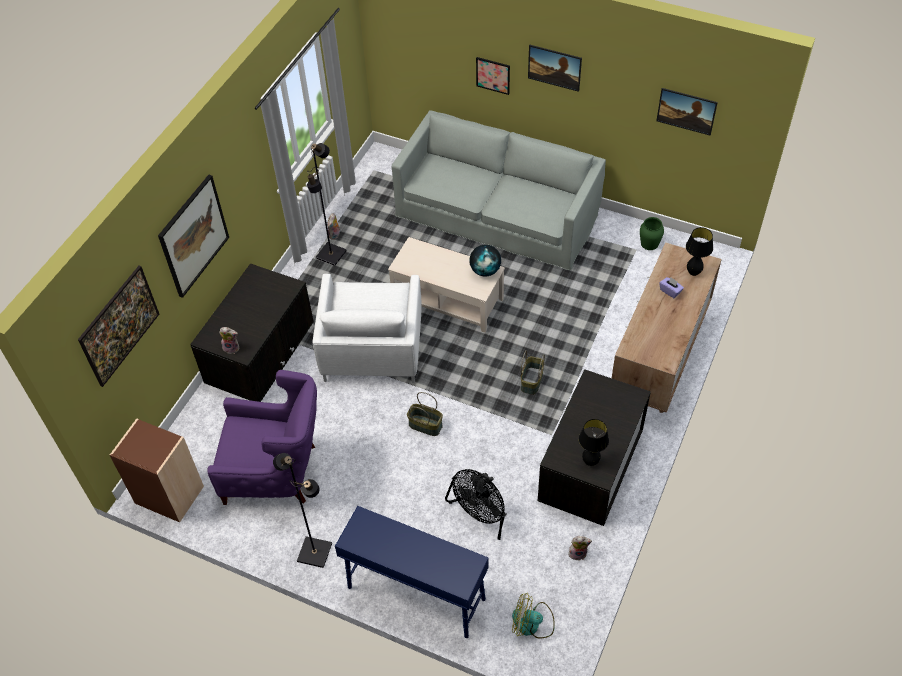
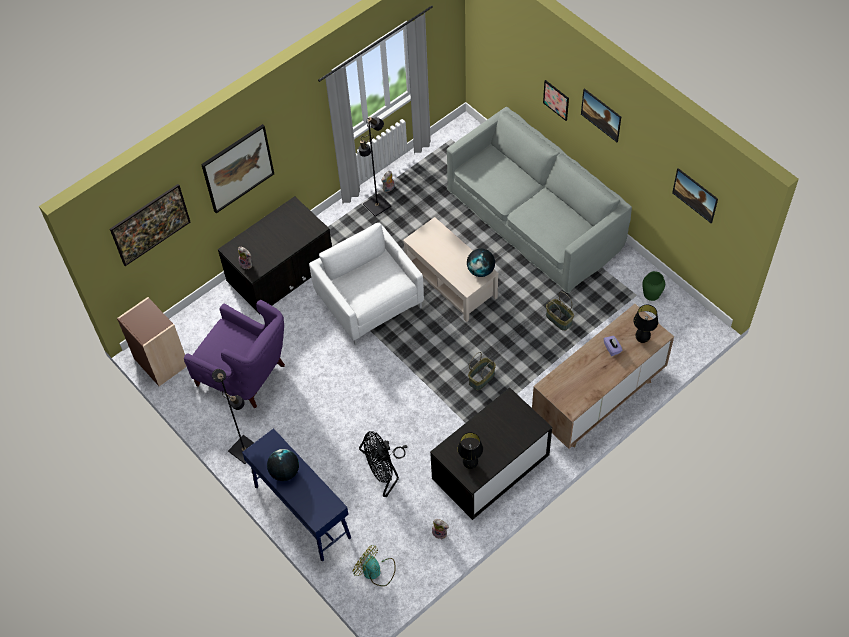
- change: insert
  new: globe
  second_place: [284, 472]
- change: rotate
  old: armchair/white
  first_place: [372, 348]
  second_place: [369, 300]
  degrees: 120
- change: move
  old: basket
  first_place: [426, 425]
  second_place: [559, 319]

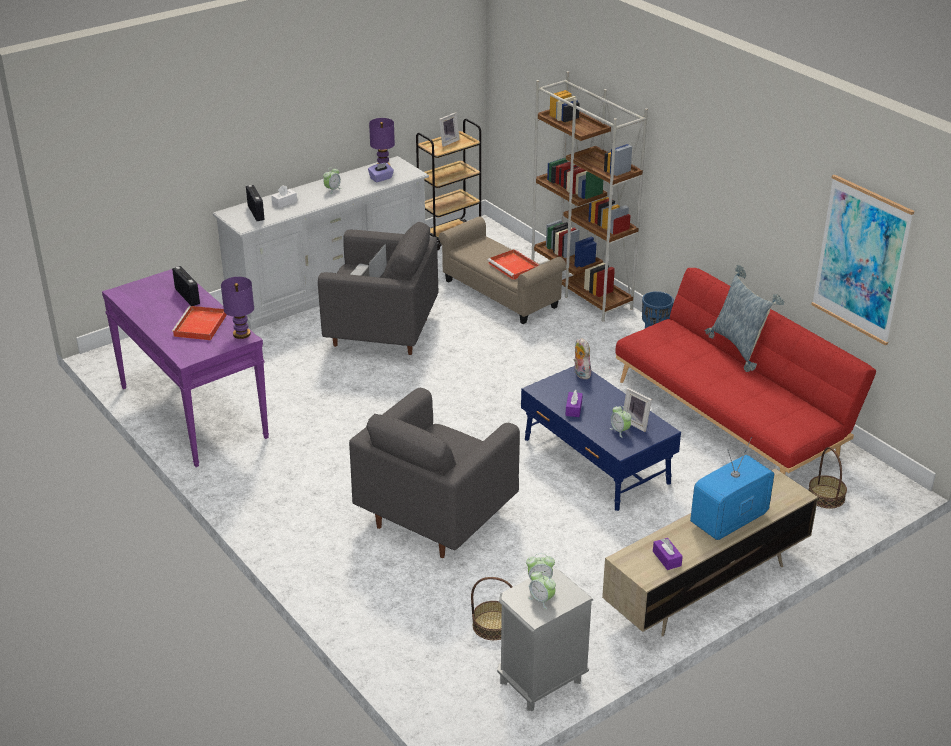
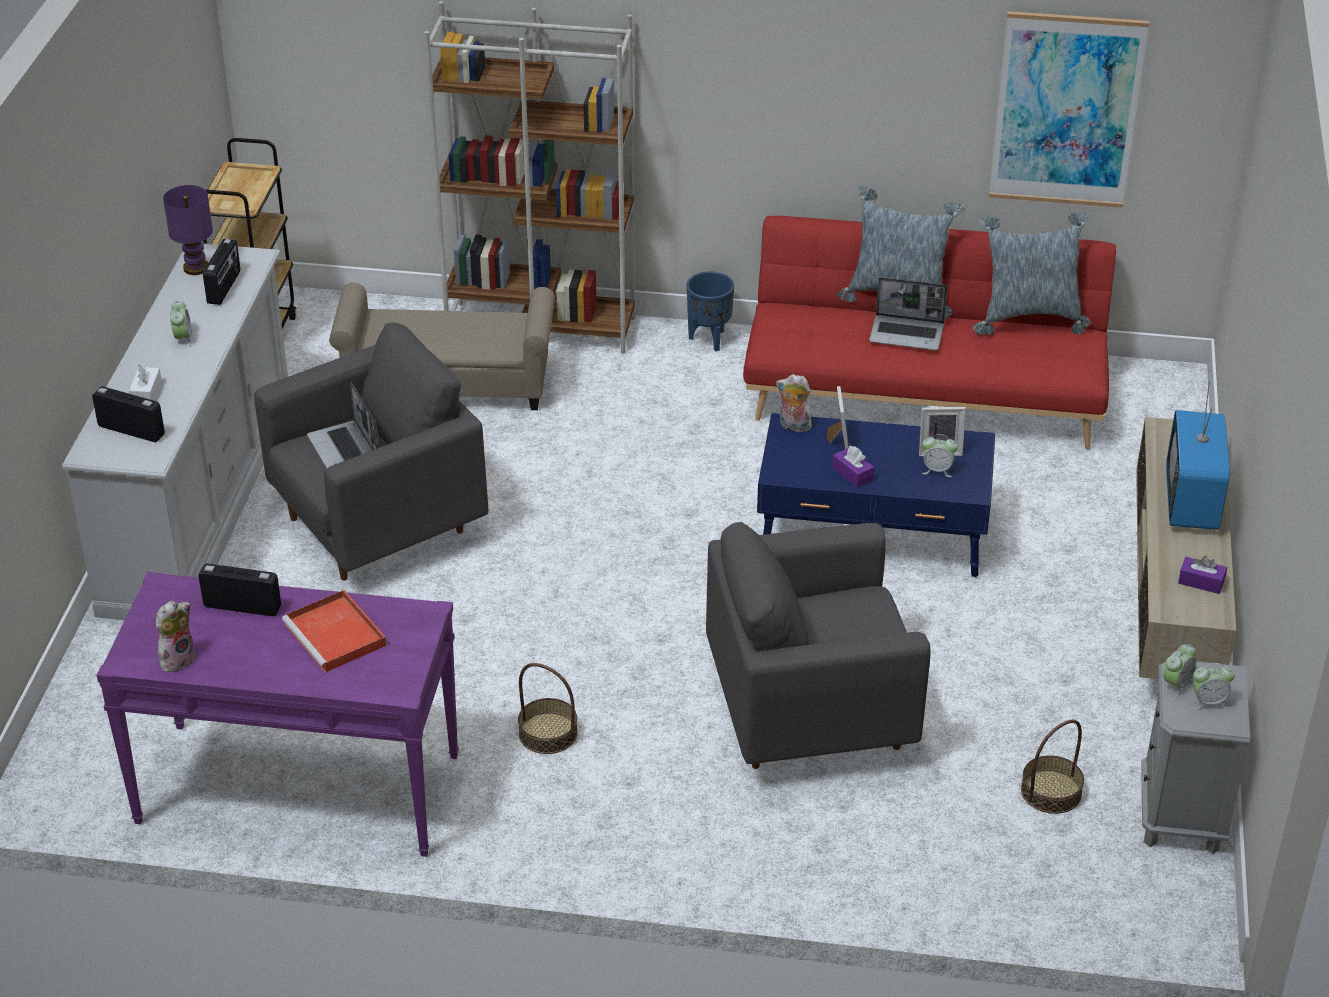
- change: insert
  new: plush toy
  second_place: [177, 659]
- change: replace
  old: tissue box/purple
  new: radio
  first_place: [381, 178]
  second_place: [224, 287]
- change: move
  old: basket
  first_place: [826, 496]
  second_place: [548, 733]
- change: rotate
  old: armchair/grey
  first_place: [436, 517]
  second_place: [809, 714]
  degrees: 90
- change: move
  old: picture frame
  first_place: [447, 142]
  second_place: [837, 441]
- change: insert
  new: laptop
  second_place: [907, 334]
- change: insert
  new: pillow
  second_place: [1026, 324]
- change: delete
  old: table lamp/purple
  first_place: [241, 334]
- change: delete
  old: tray/red
  first_place: [514, 267]

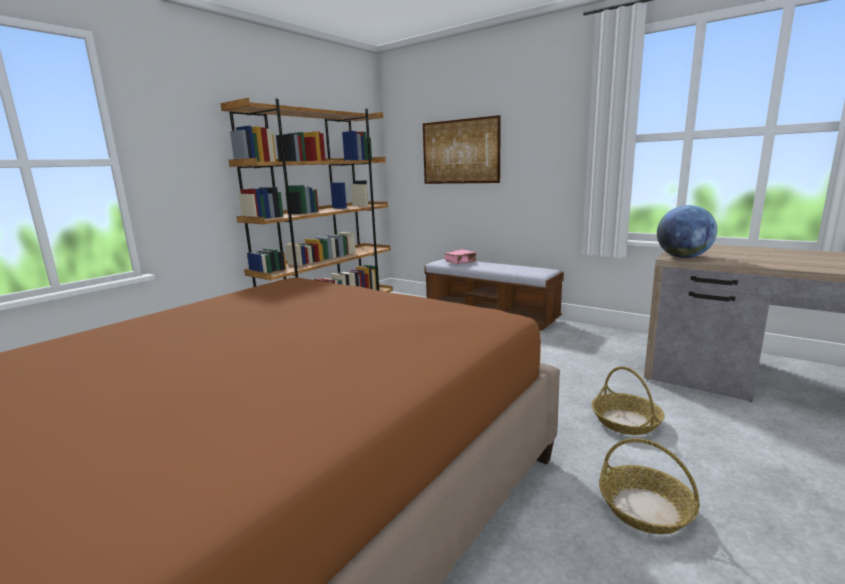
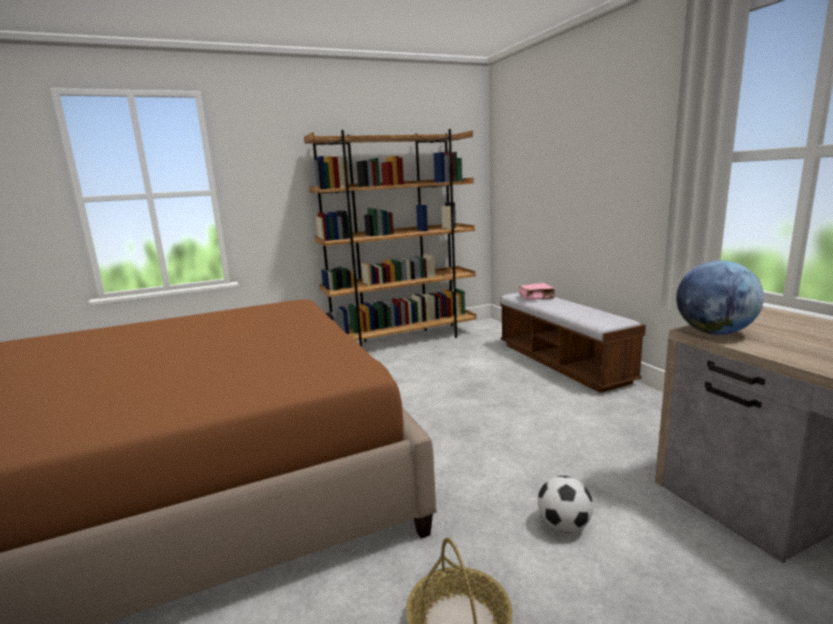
- change: replace
  old: basket
  new: football
  first_place: [626, 421]
  second_place: [564, 526]
- change: delete
  old: picture
  first_place: [460, 152]

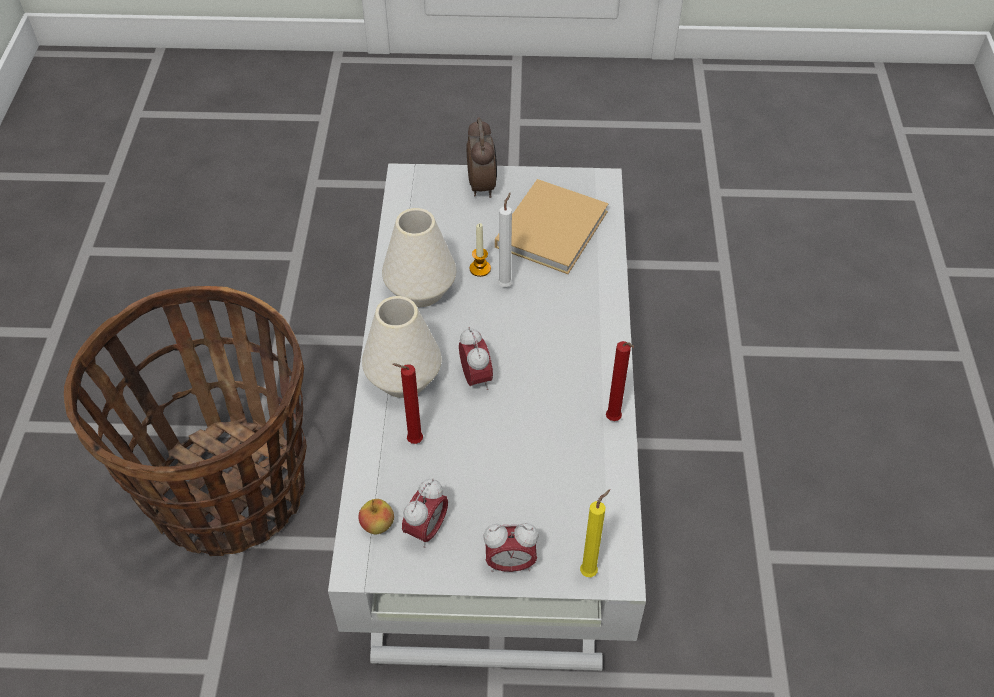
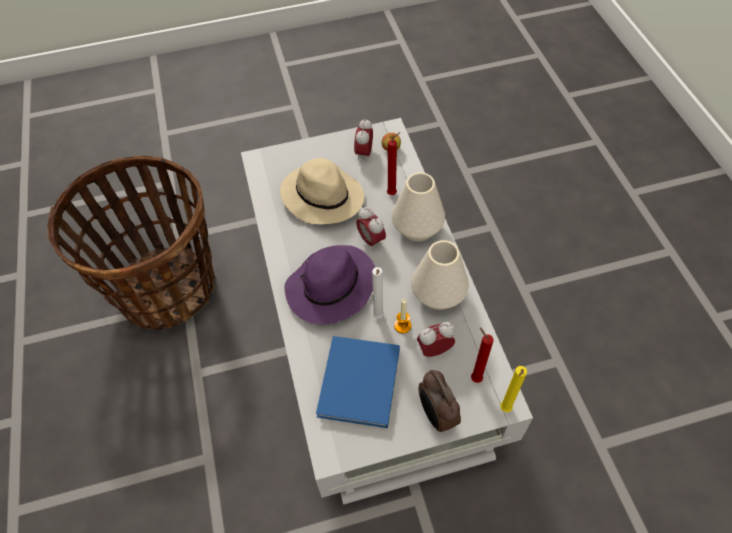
- change: move
  old: basket
  first_place: [228, 492]
  second_place: [168, 288]
- change: insert
  new: hat/beige
  second_place: [321, 196]
- change: insert
  new: hat/purple
  second_place: [331, 288]
- change: recolor
  old: book/beige
  new: book/blue
  first_place: [553, 227]
  second_place: [358, 385]
- change: move
  old: alarm clock
  first_place: [510, 563]
  second_place: [434, 349]
- change: move
  old: candle/red
  first_place: [614, 420]
  second_place: [474, 377]
- change: move
  old: candle/yellow
  first_place: [590, 571]
  second_place: [504, 410]

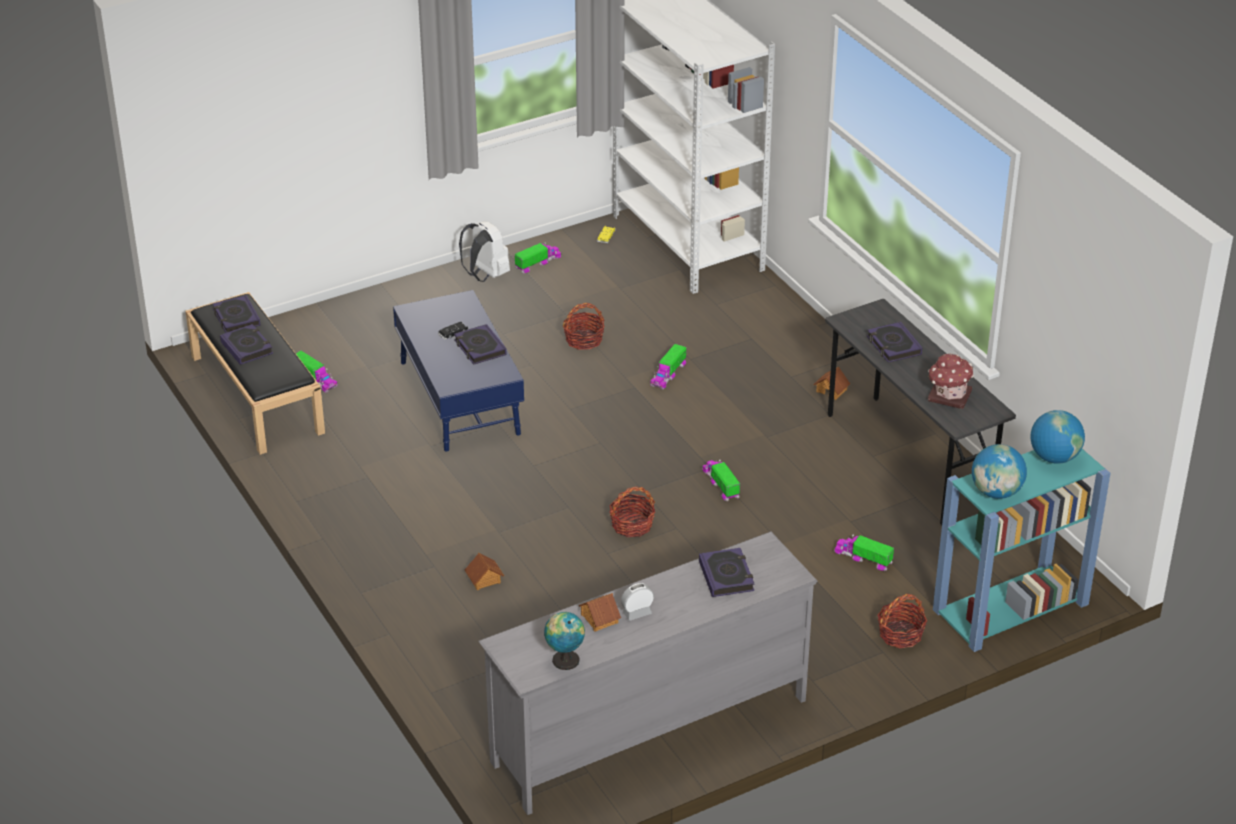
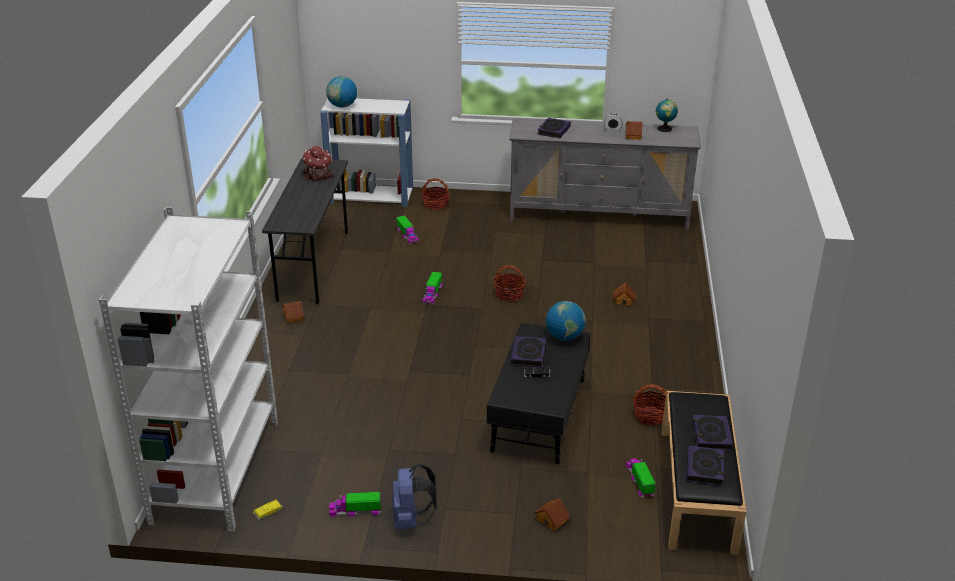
- change: recolor
  old: bookcase/turquoise
  new: bookcase/white
  first_place: [1009, 607]
  second_place: [371, 196]
- change: recolor
  old: backpack/white
  new: backpack/blue
  first_place: [485, 275]
  second_place: [411, 520]
- change: recolor
  old: coffee table/blue
  new: coffee table/black
  first_place: [459, 398]
  second_place: [539, 416]
- change: insert
  new: toy house
  second_place: [552, 520]
- change: move
  old: globe
  first_place: [996, 492]
  second_place: [564, 336]
- change: move
  old: basket
  first_place: [584, 340]
  second_place: [650, 416]
- change: delete
  old: toy truck
  first_place: [668, 374]
- change: delete
  old: book
  first_place: [893, 346]

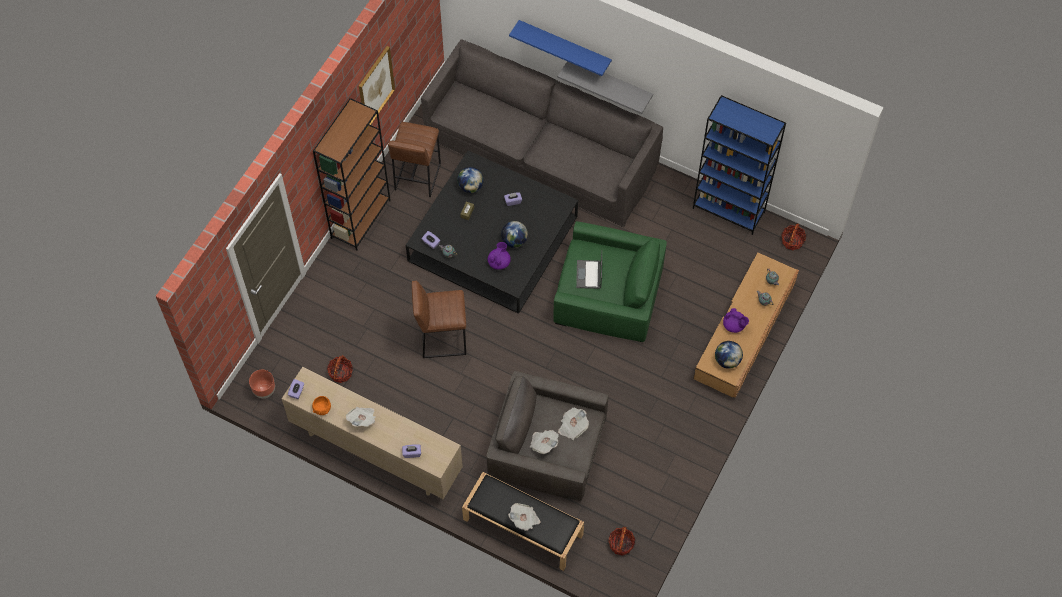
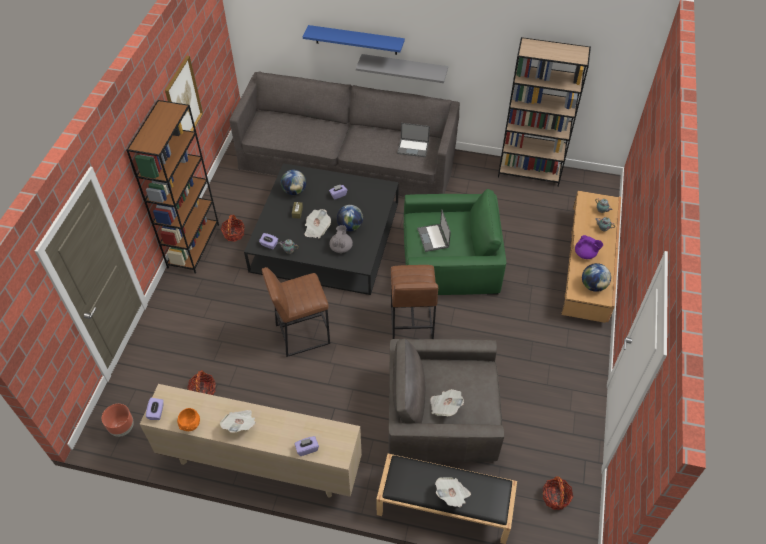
- change: move
  old: basket
  first_place: [792, 241]
  second_place: [234, 234]
- change: move
  old: newspaper
  first_place: [572, 427]
  second_place: [317, 229]
- change: recolor
  old: teapot/purple
  new: teapot/grey
  first_place: [499, 262]
  second_place: [341, 247]
- change: move
  old: stool/brown
  first_place: [417, 177]
  second_place: [411, 325]
- change: insert
  new: laptop
  second_place: [413, 147]
- change: recolor
  old: bookcase/blue
  new: bookcase/beige
  first_place: [729, 210]
  second_place: [529, 172]

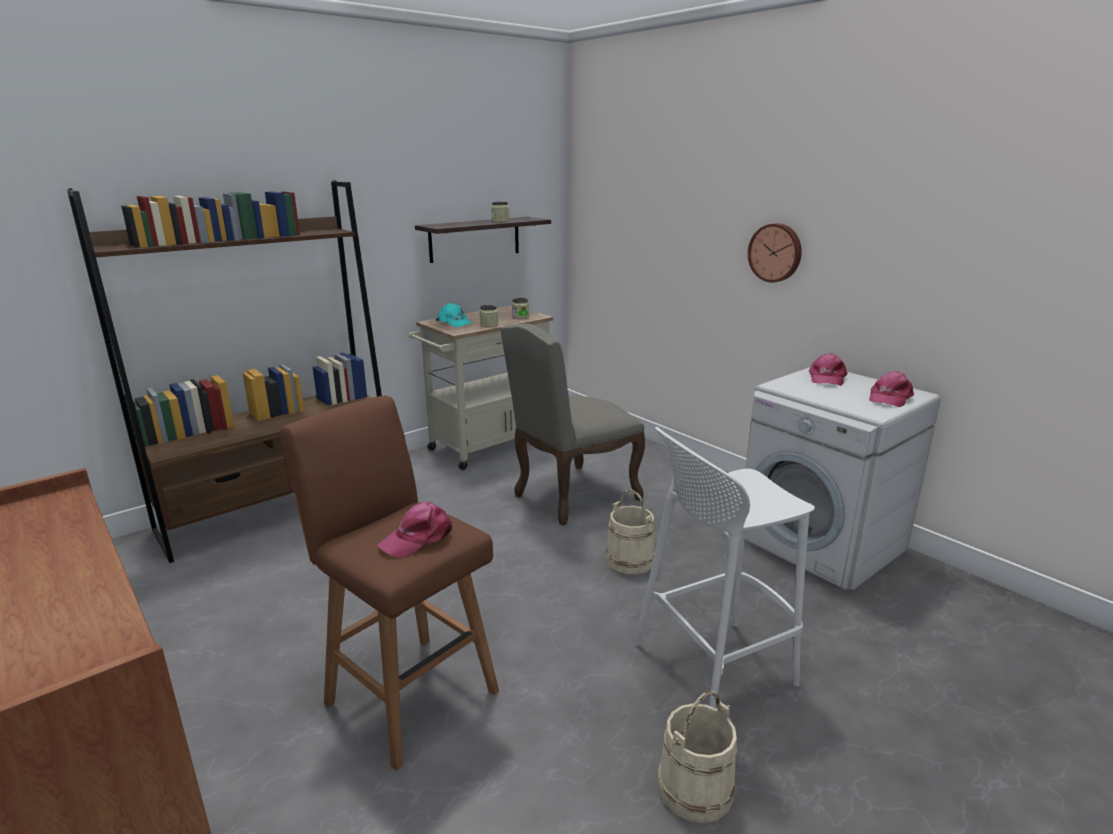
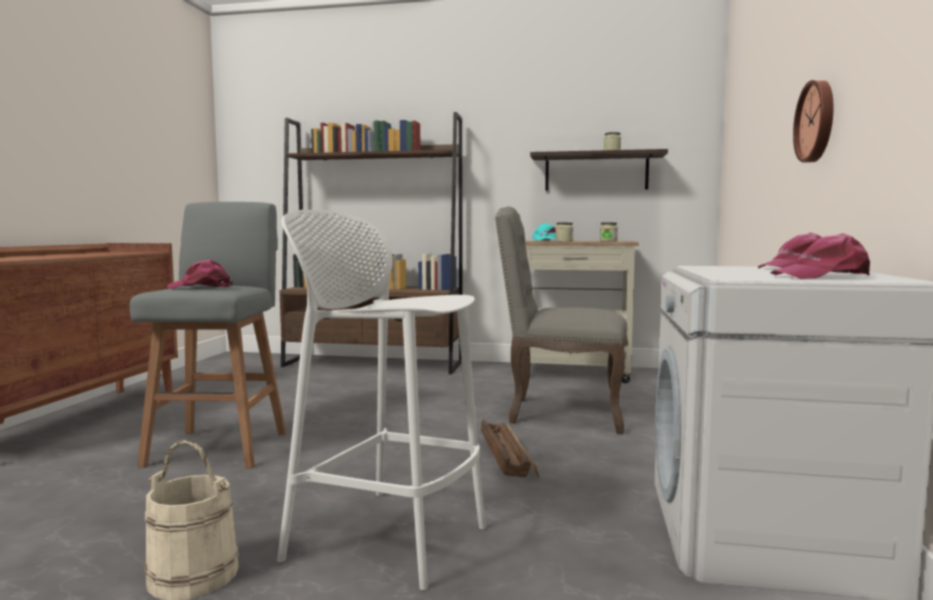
- change: recolor
  old: stool/brown
  new: stool/grey
  first_place: [408, 694]
  second_place: [220, 446]
- change: replace
  old: bucket/beige
  new: crate
  first_place: [629, 560]
  second_place: [507, 457]

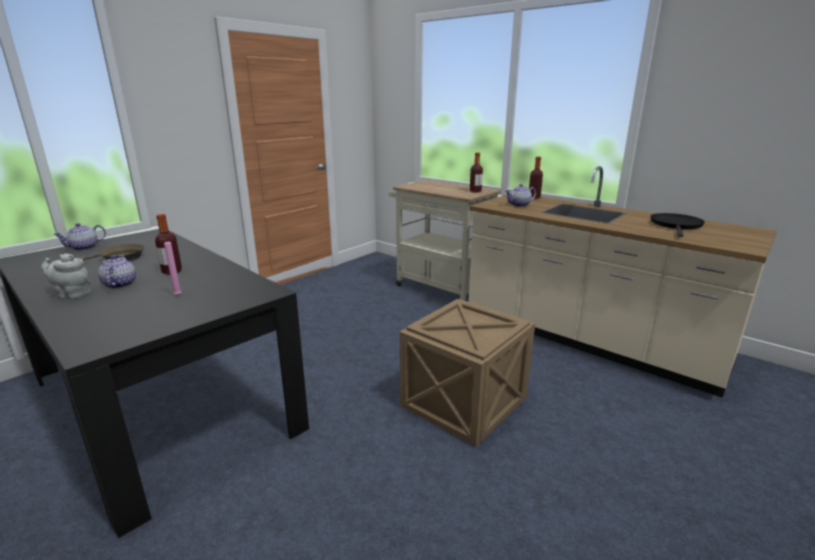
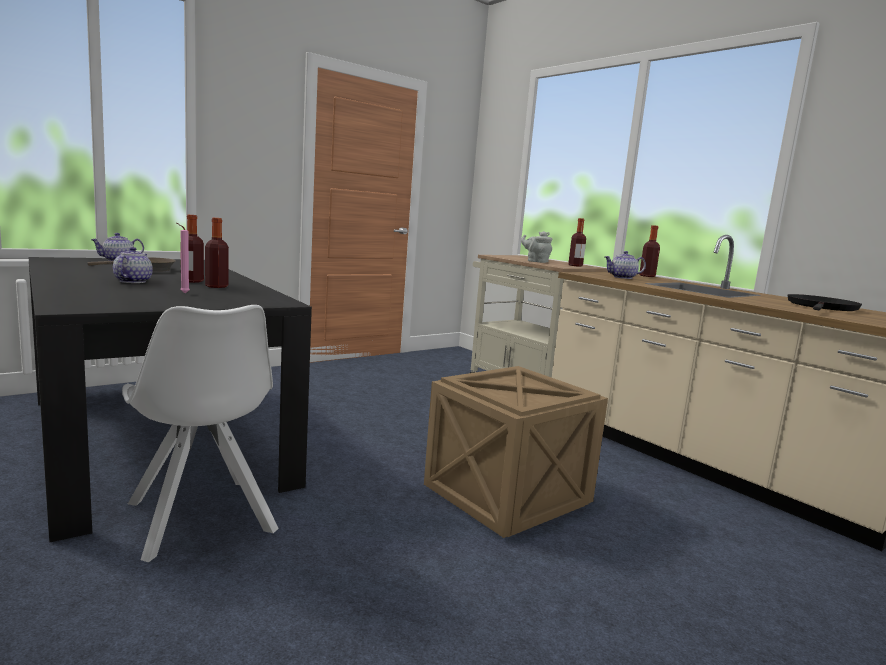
- change: insert
  new: chair/white
  second_place: [201, 519]
- change: insert
  new: bottle
  second_place: [216, 286]
- change: move
  old: teapot/grey
  first_place: [72, 294]
  second_place: [536, 261]

